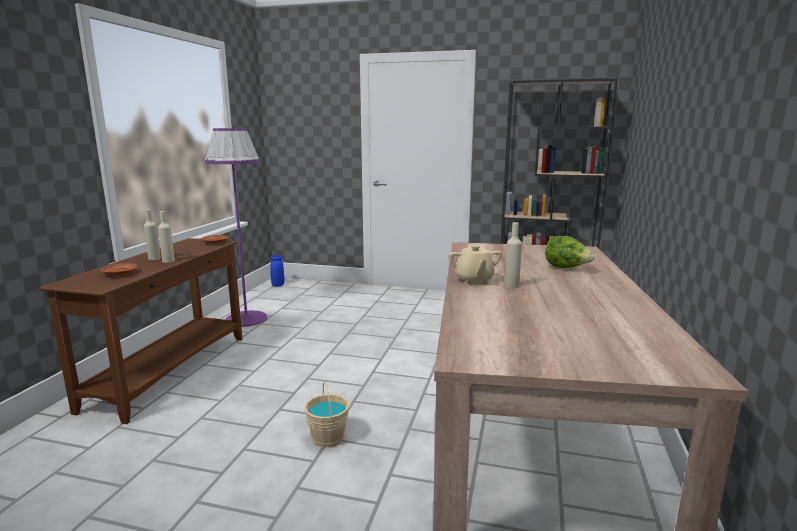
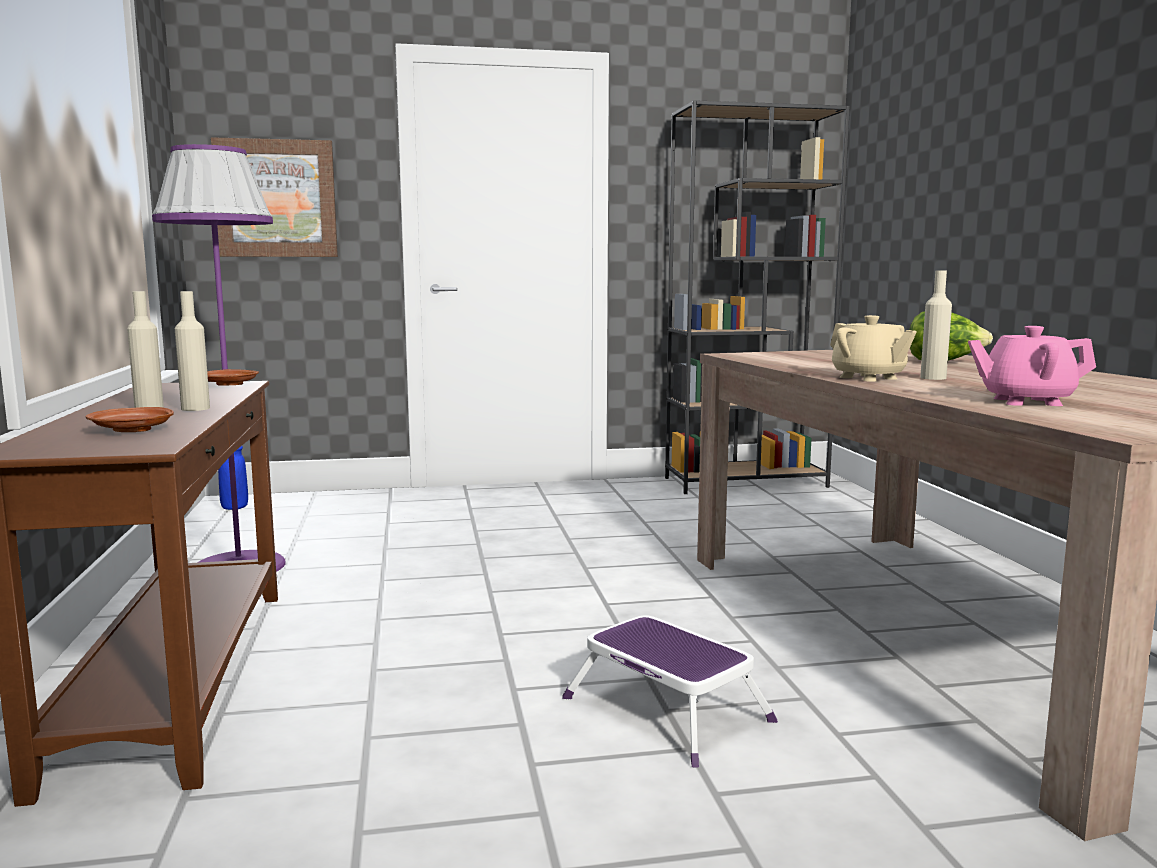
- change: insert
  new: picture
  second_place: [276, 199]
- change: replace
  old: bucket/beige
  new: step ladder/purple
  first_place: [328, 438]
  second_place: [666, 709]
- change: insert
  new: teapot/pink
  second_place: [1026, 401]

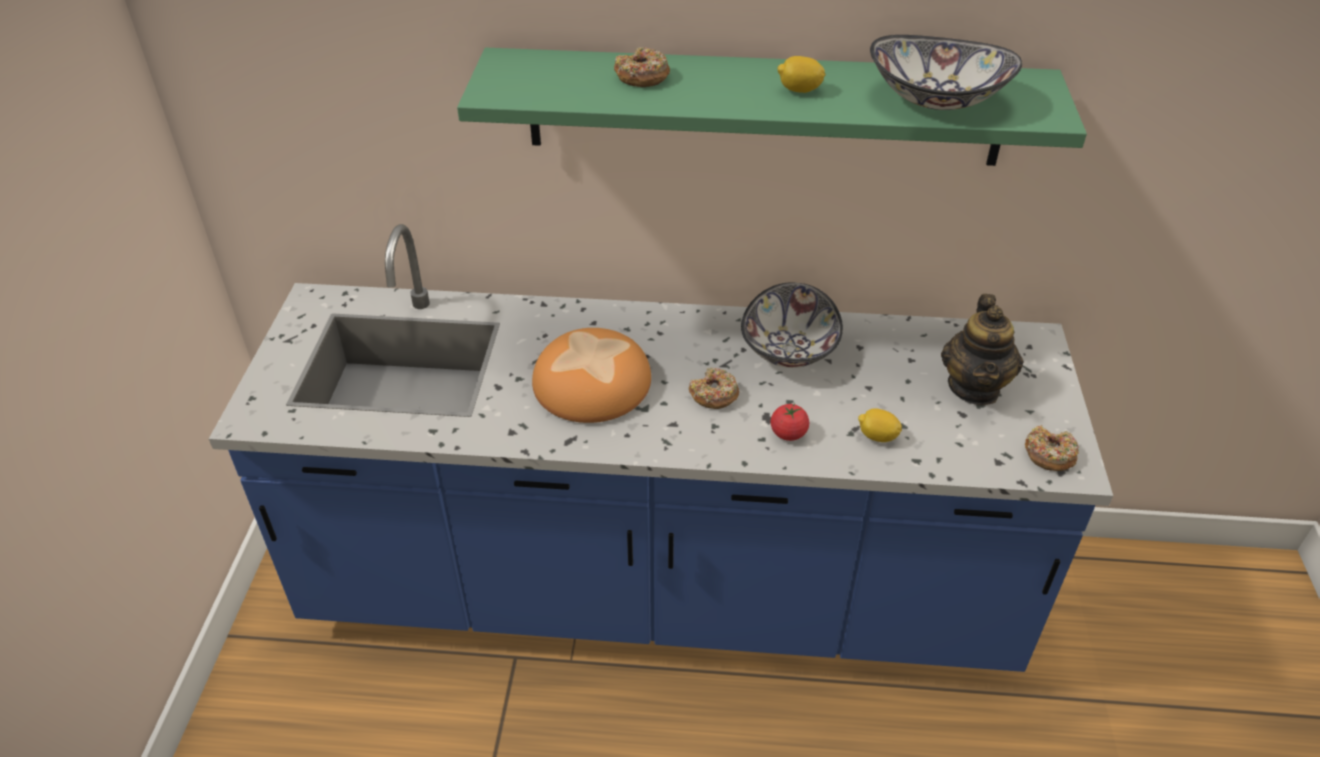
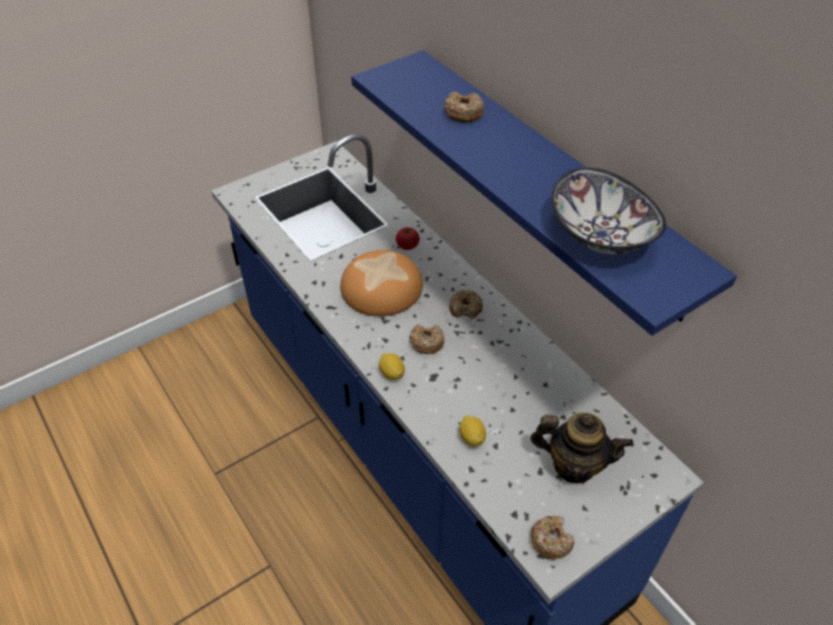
- change: recolor
  old: shelf/green
  new: shelf/blue
  first_place: [764, 107]
  second_place: [549, 178]
- change: move
  old: lemon
  first_place: [799, 90]
  second_place: [392, 373]
- change: move
  old: tomato
  first_place: [788, 433]
  second_place: [407, 246]
- change: insert
  new: donut
  second_place: [465, 308]
- change: rotate
  old: teapot
  first_place: [974, 387]
  second_place: [574, 465]
  degrees: -135
- change: delete
  old: bowl
  first_place: [790, 350]

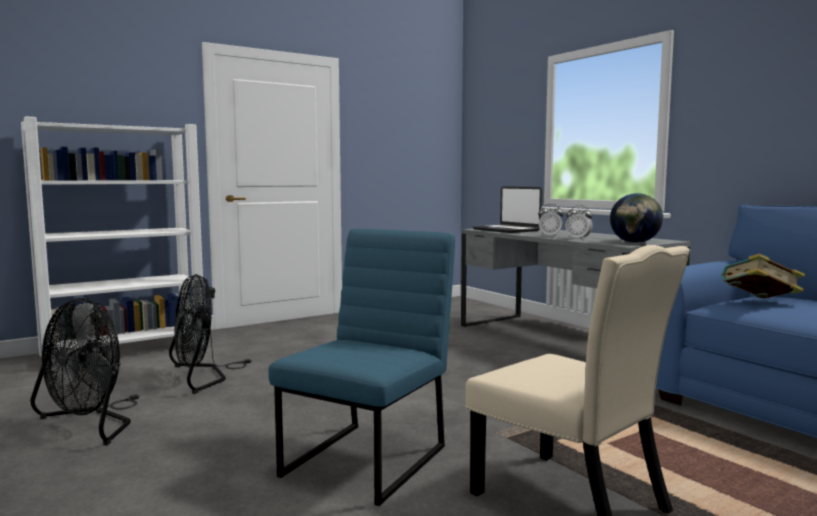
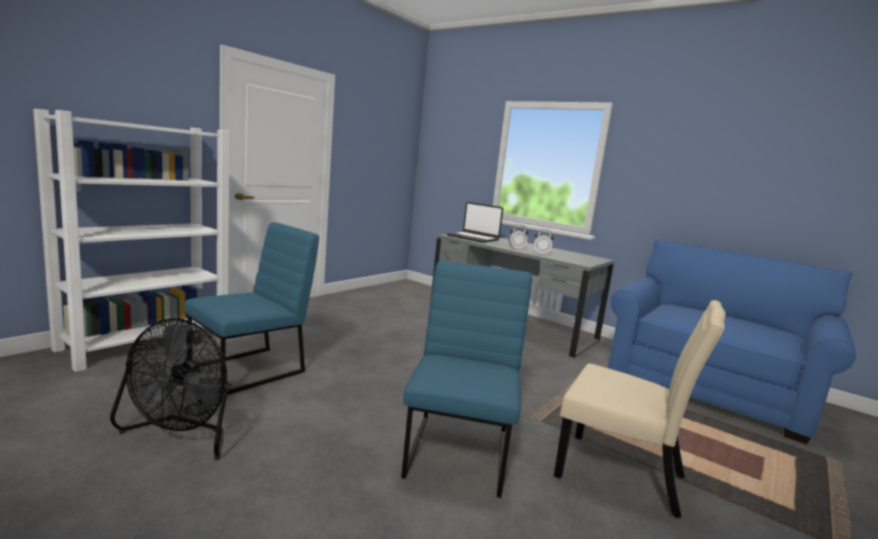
- change: replace
  old: fan/black
  new: chair/blue
  first_place: [204, 375]
  second_place: [251, 369]
- change: delete
  old: globe
  first_place: [635, 242]
- change: delete
  old: book
  first_place: [759, 302]

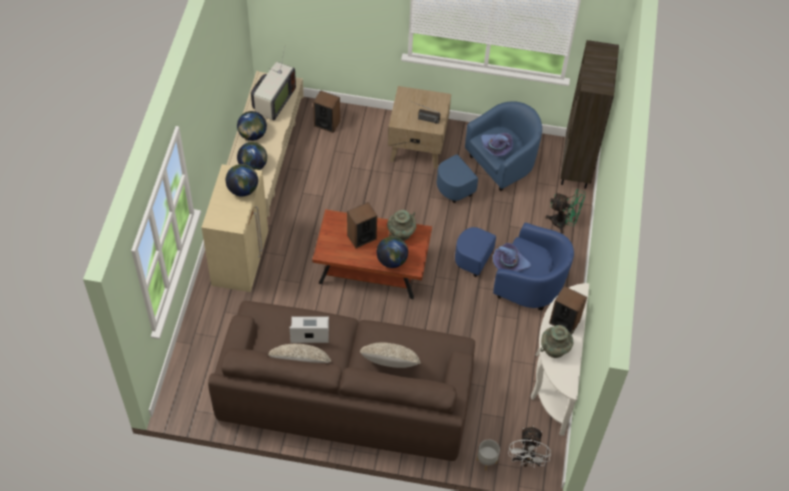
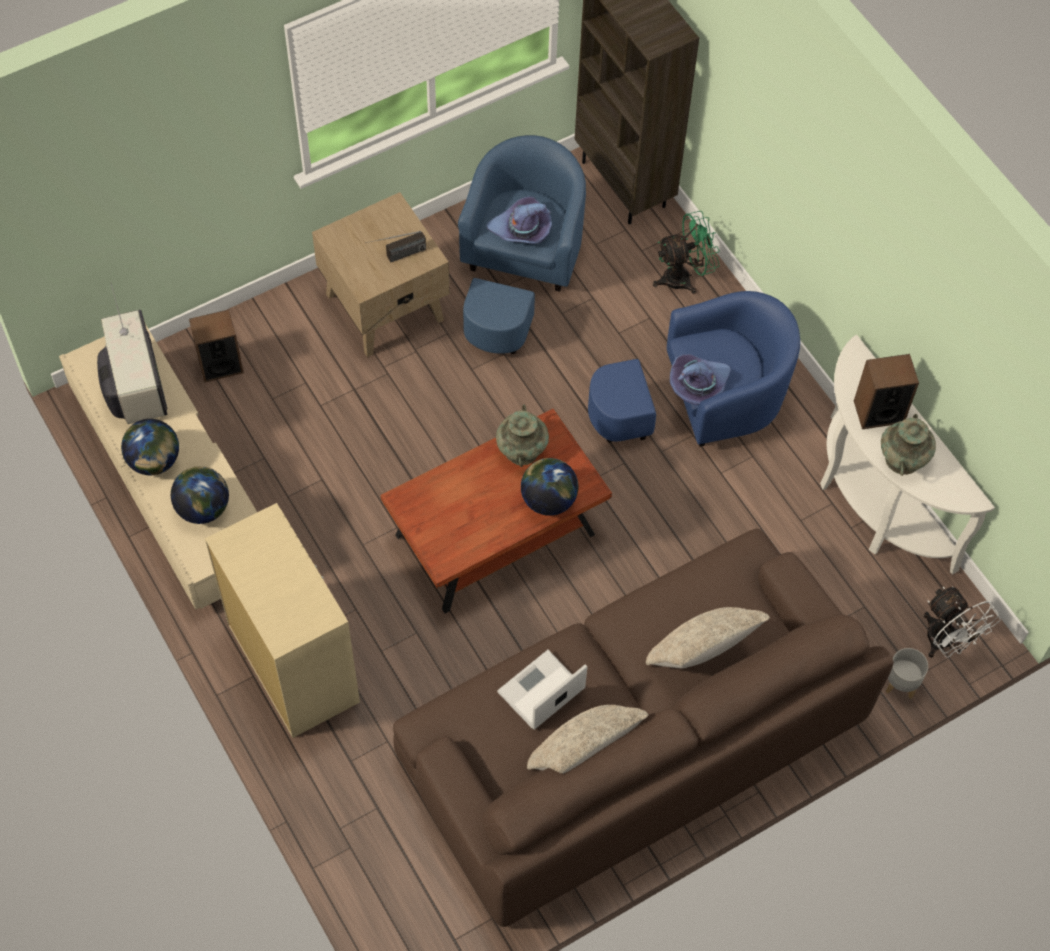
- change: delete
  old: globe
  first_place: [243, 189]
- change: delete
  old: speaker
  first_place: [361, 237]

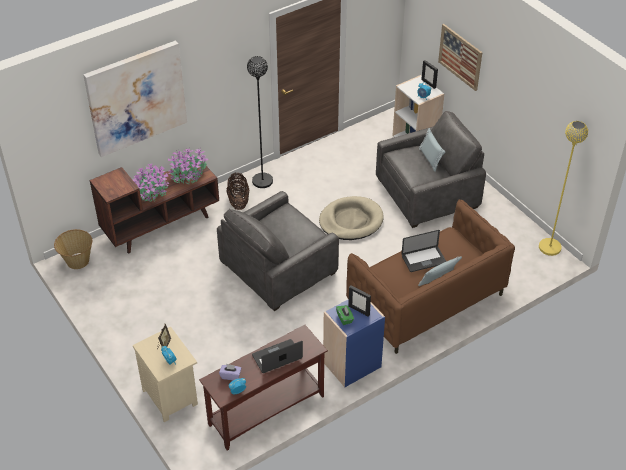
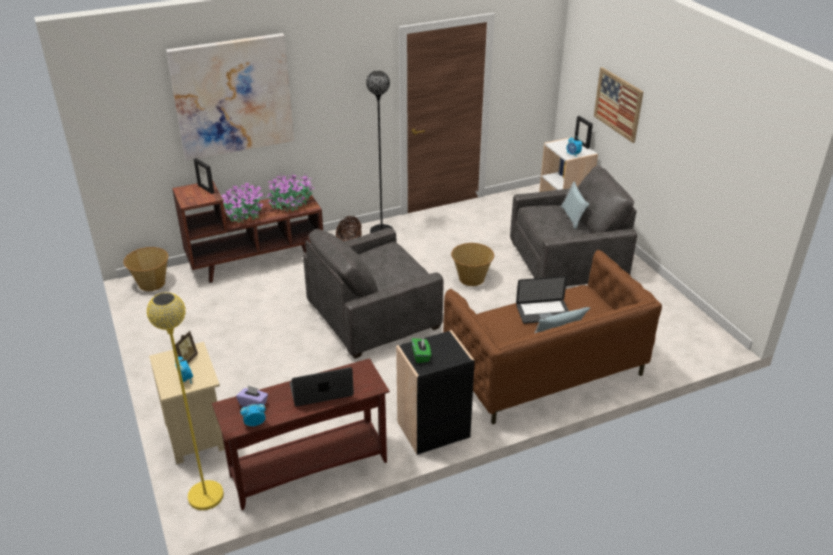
- change: move
  old: floor lamp/yellow
  first_place: [550, 247]
  second_place: [206, 496]
- change: move
  old: picture frame
  first_place: [359, 310]
  second_place: [206, 188]
- change: recolor
  old: bookcase/blue
  new: bookcase/black
  first_place: [352, 365]
  second_place: [433, 430]
- change: replace
  old: dog bed/beige
  new: basket
  first_place: [351, 221]
  second_place: [471, 279]

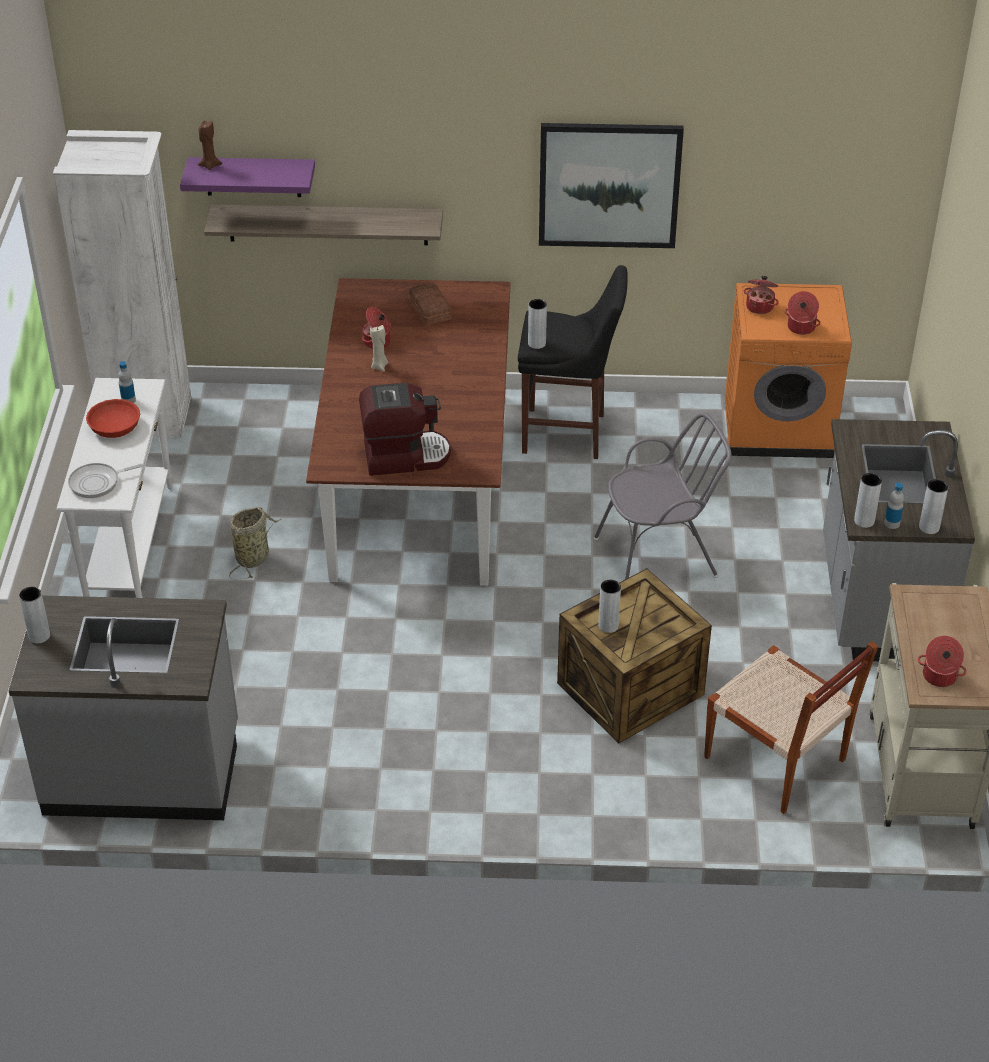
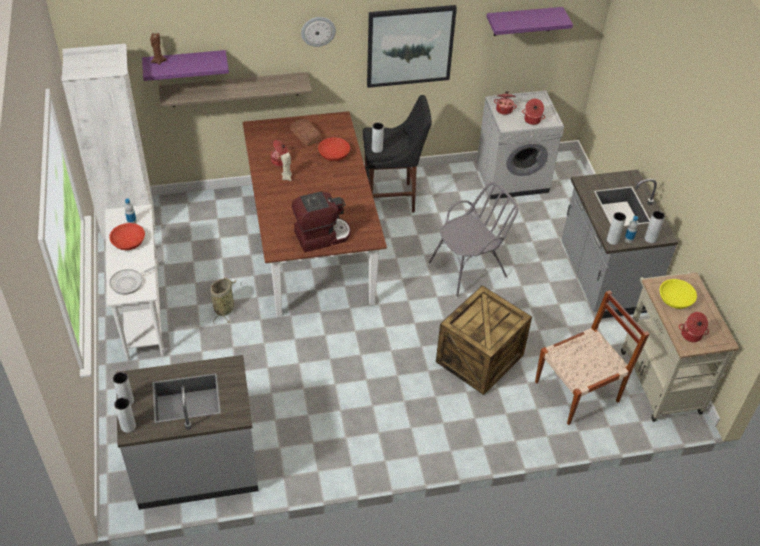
- change: move
  old: vase/grey
  first_place: [608, 626]
  second_place: [128, 426]
- change: insert
  new: wall clock
  second_place: [318, 31]
- change: insert
  new: bowl/red
  second_place: [334, 154]
- change: recolor
  old: washing machine/orange
  new: washing machine/white
  first_place: [778, 430]
  second_place: [513, 179]
- change: insert
  new: shelf/purple
  second_place: [523, 21]
- change: rotate
  old: chair
  first_place: [777, 762]
  second_place: [579, 391]
  degrees: -60
- change: insert
  new: bowl/yellow
  second_place: [675, 299]

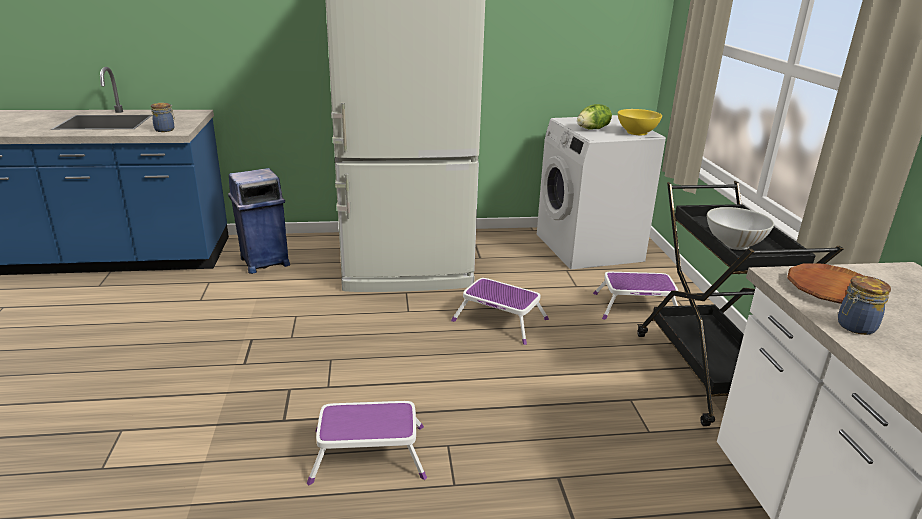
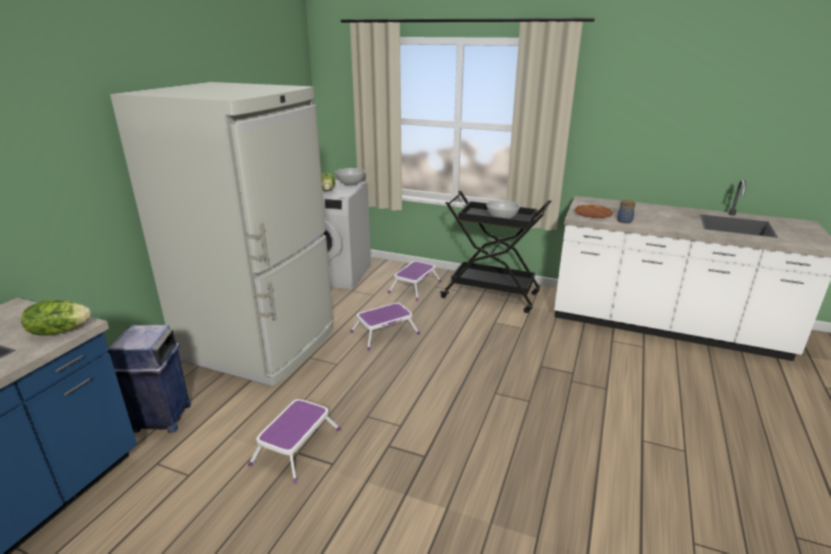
- change: replace
  old: jar
  new: lettuce
  first_place: [165, 130]
  second_place: [59, 331]
- change: move
  old: step ladder/purple
  first_place: [368, 453]
  second_place: [296, 446]
- change: recolor
  old: bowl/yellow
  new: bowl/white
  first_place: [636, 133]
  second_place: [351, 184]

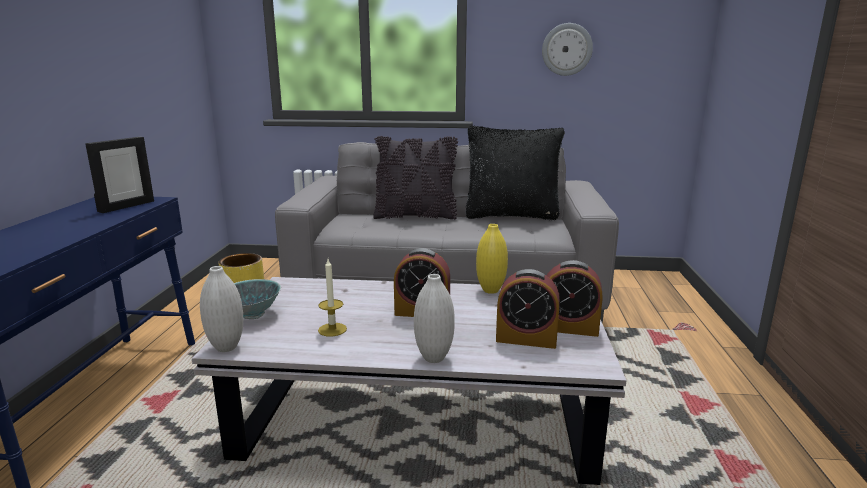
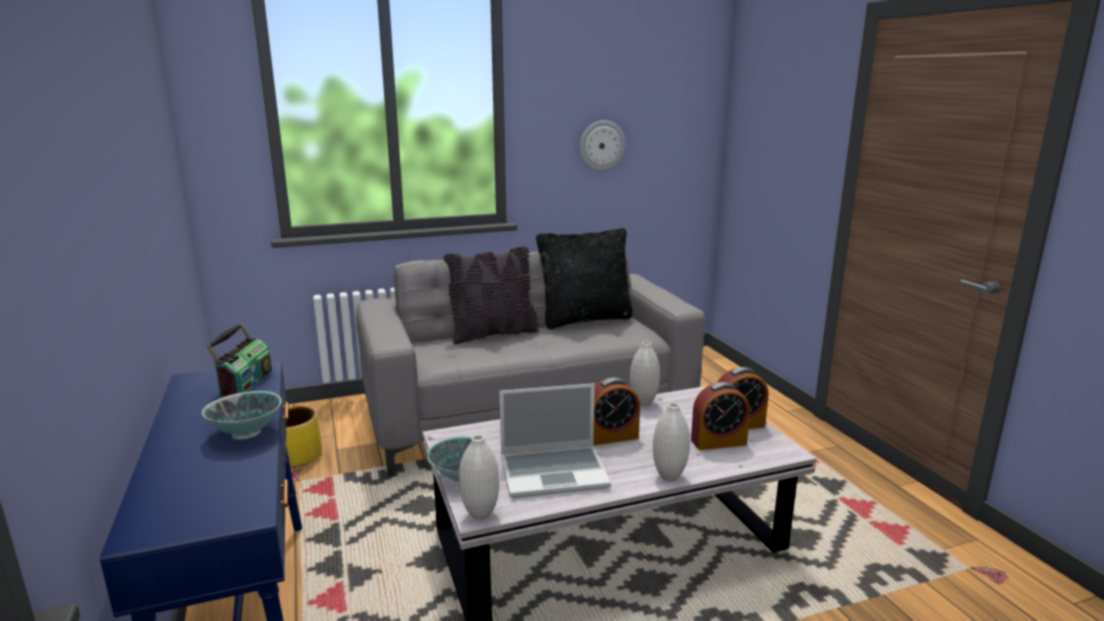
- change: insert
  new: bowl
  second_place: [247, 434]
- change: replace
  old: picture frame
  new: radio
  first_place: [126, 206]
  second_place: [245, 384]
- change: replace
  old: candle
  new: laptop
  first_place: [332, 329]
  second_place: [554, 472]
- change: recolor
  old: vase/yellow
  new: vase/white
  first_place: [490, 290]
  second_place: [643, 403]

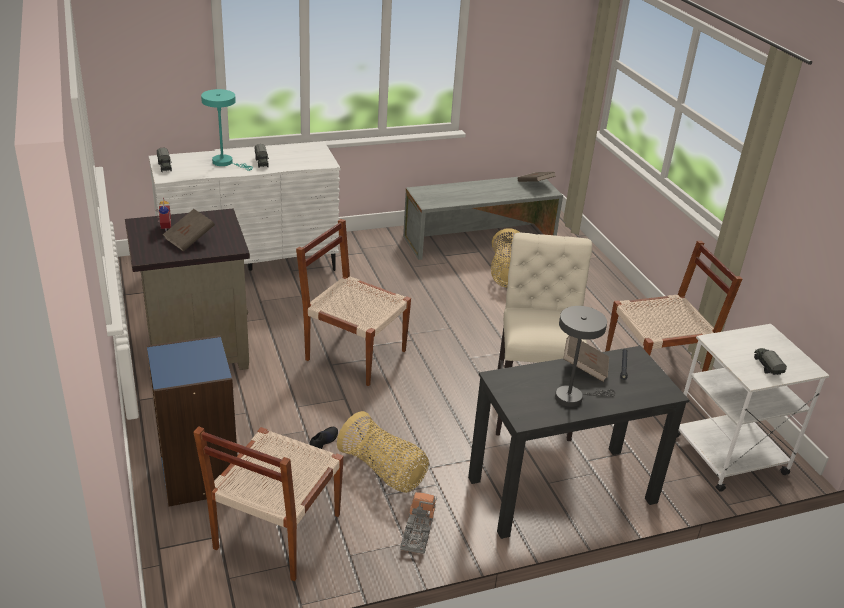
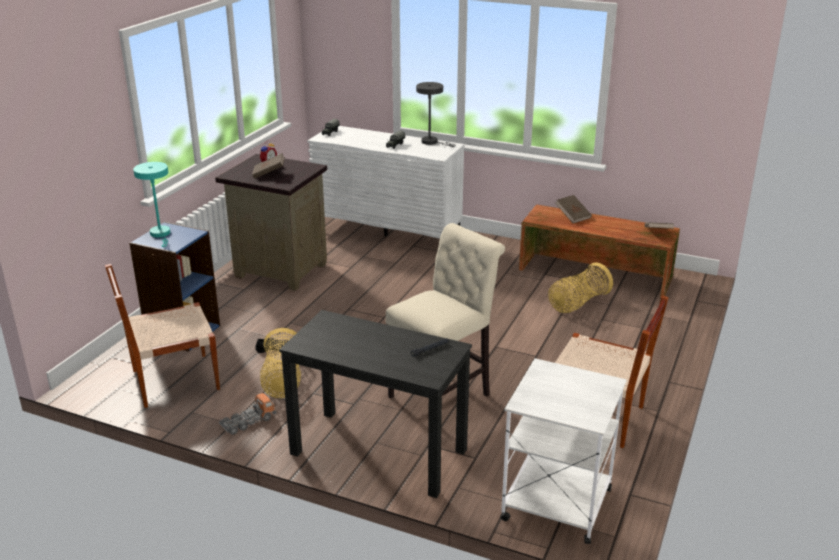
- change: move
  old: table lamp/turquoise
  first_place: [226, 162]
  second_place: [161, 234]
- change: move
  old: table lamp/grey
  first_place: [573, 397]
  second_place: [432, 142]
- change: recolor
  old: bench/grey
  new: bench/brown
  first_place: [480, 238]
  second_place: [596, 273]
- change: move
  old: book/brown
  first_place: [584, 367]
  second_place: [572, 216]
- change: delete
  old: chair
  first_place: [353, 354]
- change: delete
  old: toy truck
  first_place: [766, 366]

